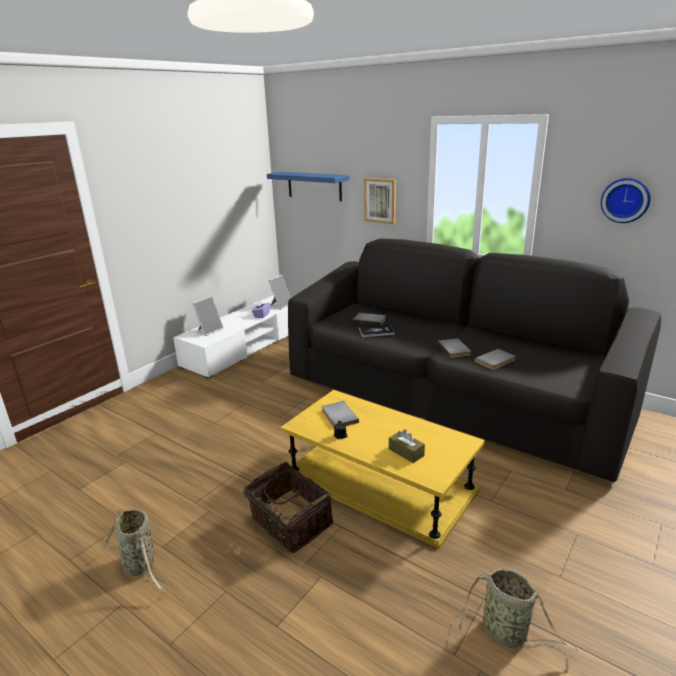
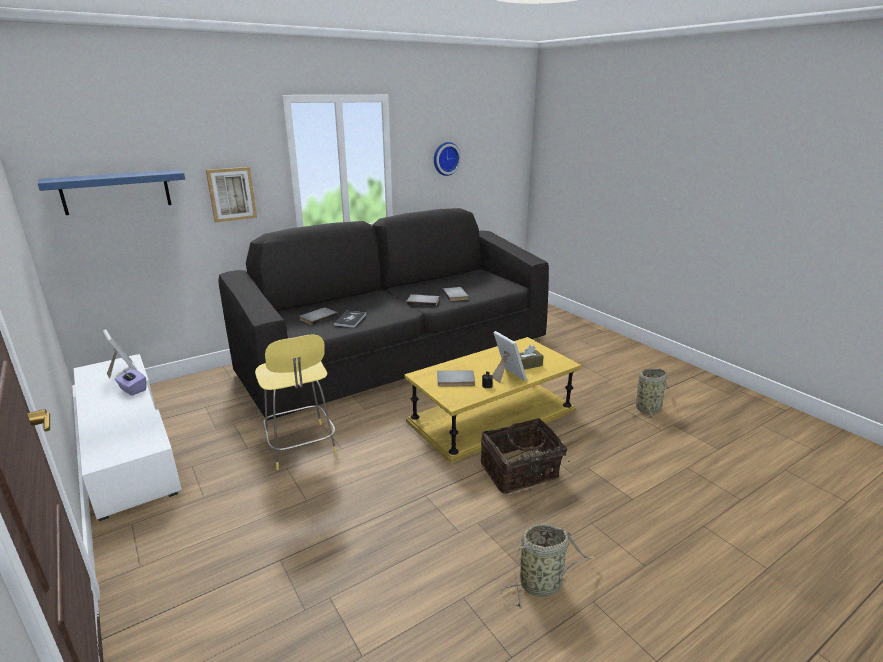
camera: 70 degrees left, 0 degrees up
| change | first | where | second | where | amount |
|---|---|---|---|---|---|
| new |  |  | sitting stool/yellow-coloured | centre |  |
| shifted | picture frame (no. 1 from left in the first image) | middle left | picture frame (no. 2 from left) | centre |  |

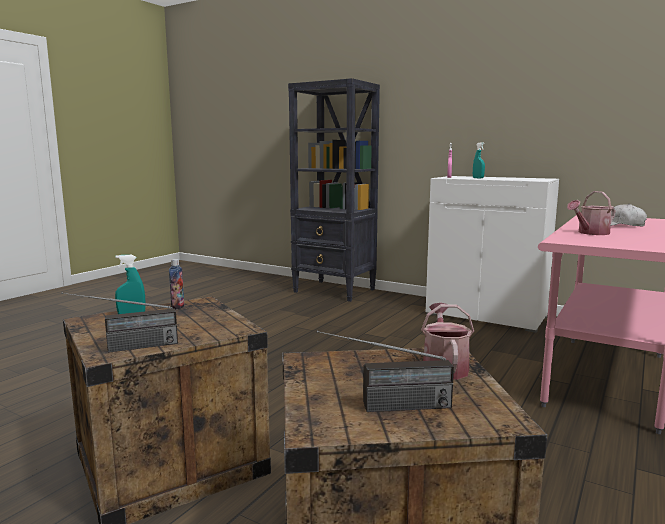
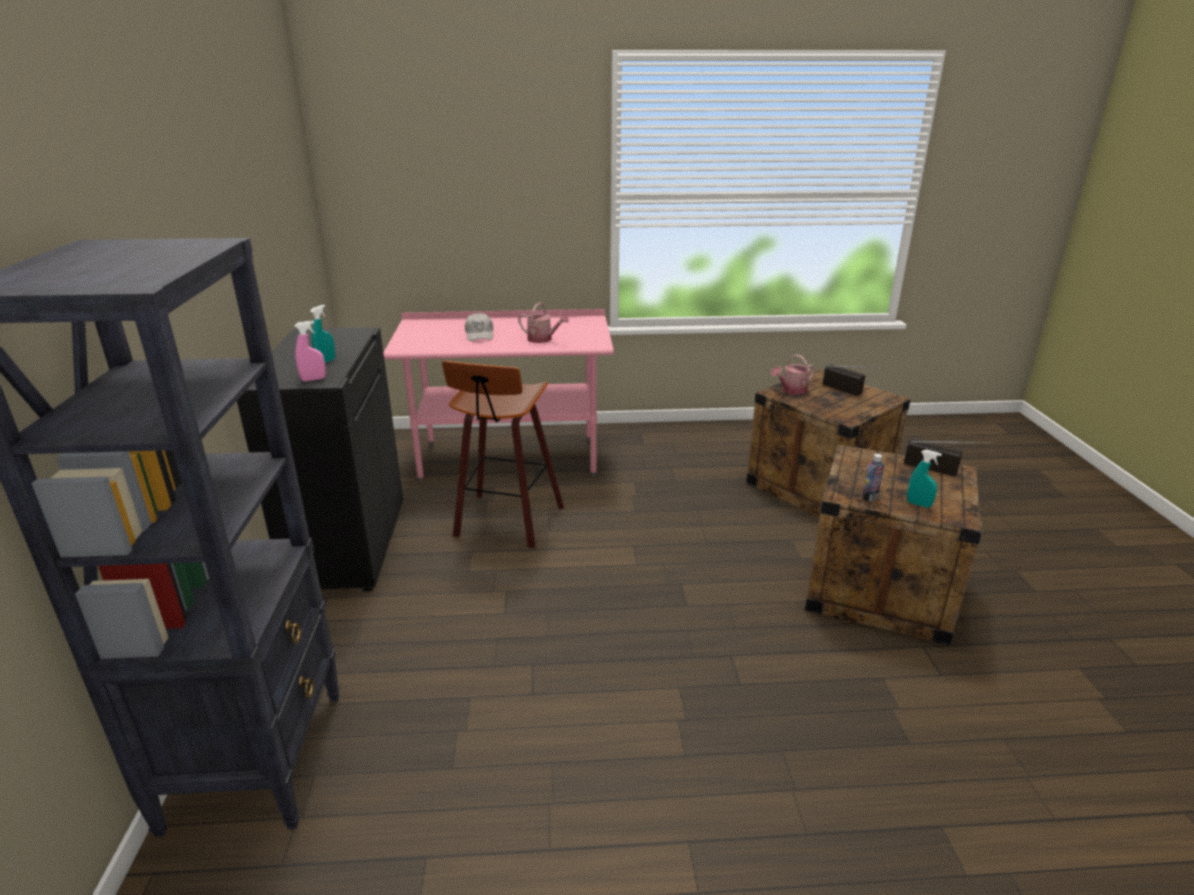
camera: 125 degrees left, 15 degrees up
| change | first | where | second | where | amount |
|---|---|---|---|---|---|
| repainted | cabinet/white-coloured | middle right | cabinet/black | middle left |  |
| new |  |  | sitting stool | centre |  |

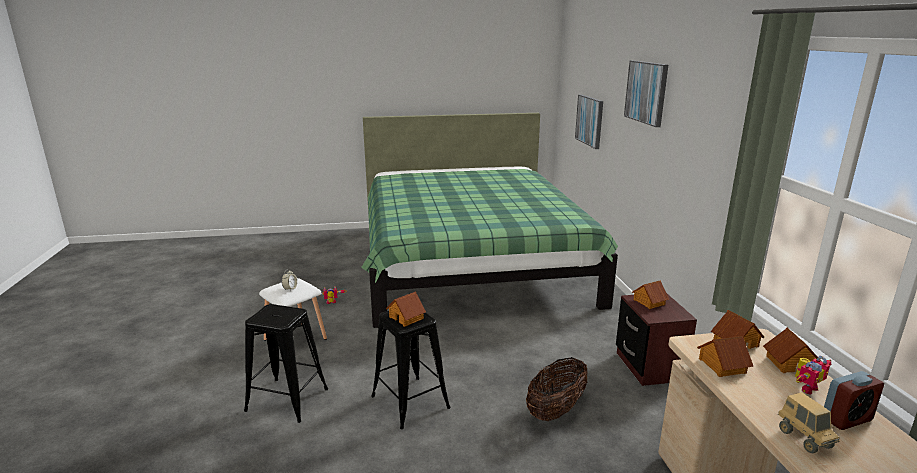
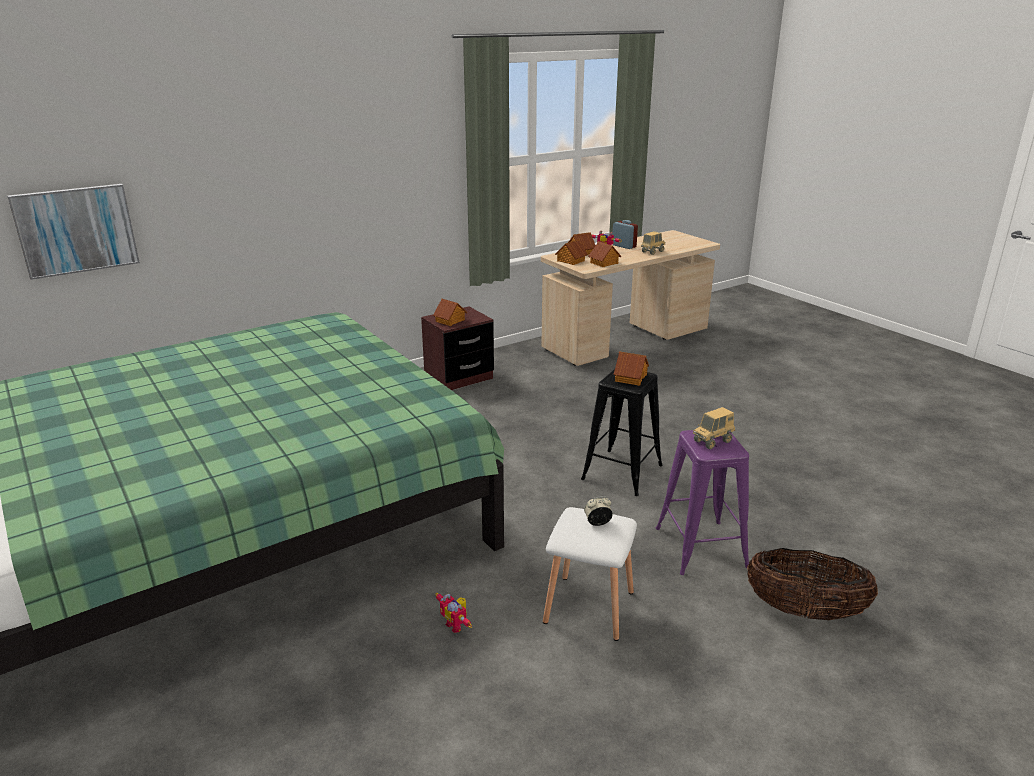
camera: 115 degrees left, 5 degrees up
| change | first | where | second | where | amount |
|---|---|---|---|---|---|
| repainted | sitting stool/black (no. 1 from left) | bottom left | sitting stool/purplish | middle right |  |
| new |  |  | toy truck (no. 2 from left) | middle right |  |
| shifted | storage basket | bottom centre |  | bottom right |  |
| gone | wall art (no. 2 from left) | top right |  |  |  |

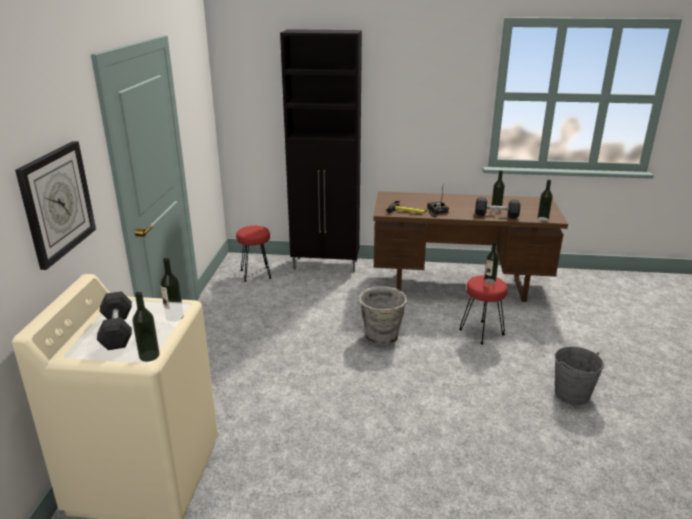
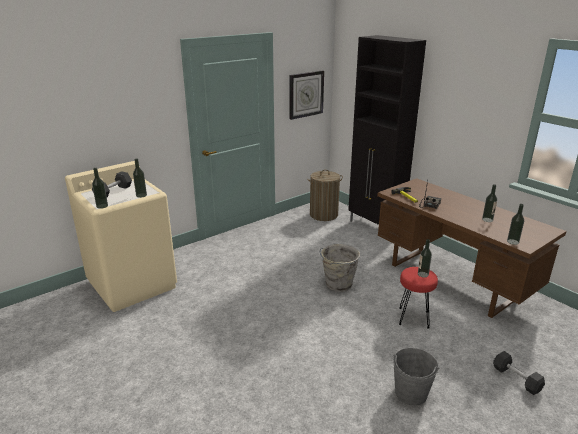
camera: 45 degrees right, 0 degrees up
| change | first | where | second | where | amount |
|---|---|---|---|---|---|
| shifted | wall clock | middle left |  | top centre |  |
| swapped | sitting stool/reddish (no. 1 from left) | centre | laundry basket | centre |  |
| shifted | hand weight/grey (no. 2 from left) | middle right |  | bottom right |  |

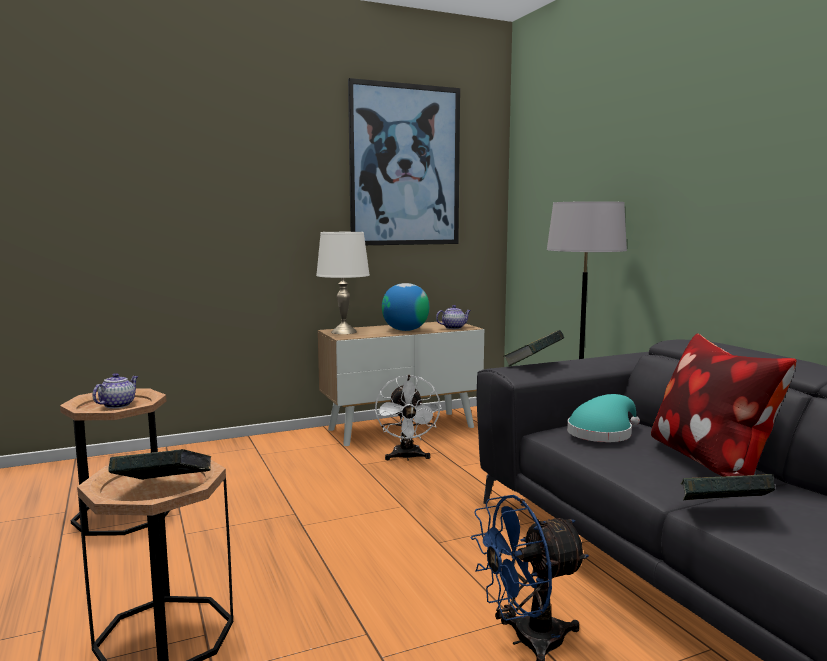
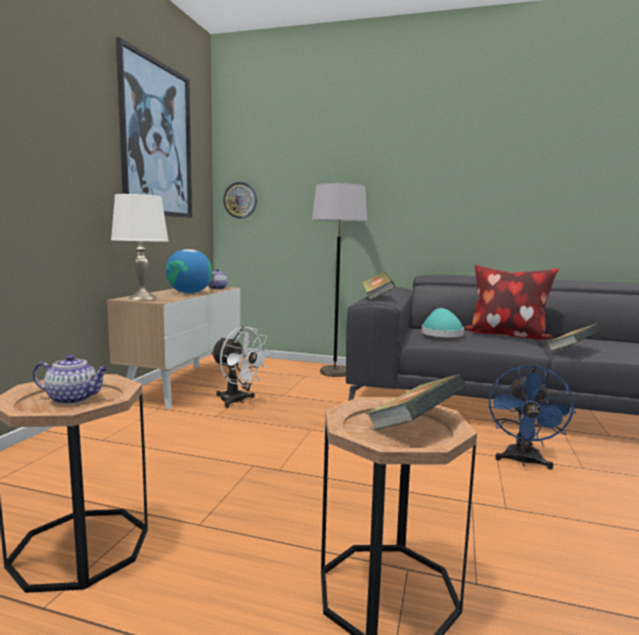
camera: 50 degrees left, 0 degrees up
| change | first | where | second | where | amount |
|---|---|---|---|---|---|
| rotated | tea pot (no. 1 from left) | middle left |  | middle left | 120 degrees clockwise |
| new |  |  | wall clock | top centre |  |

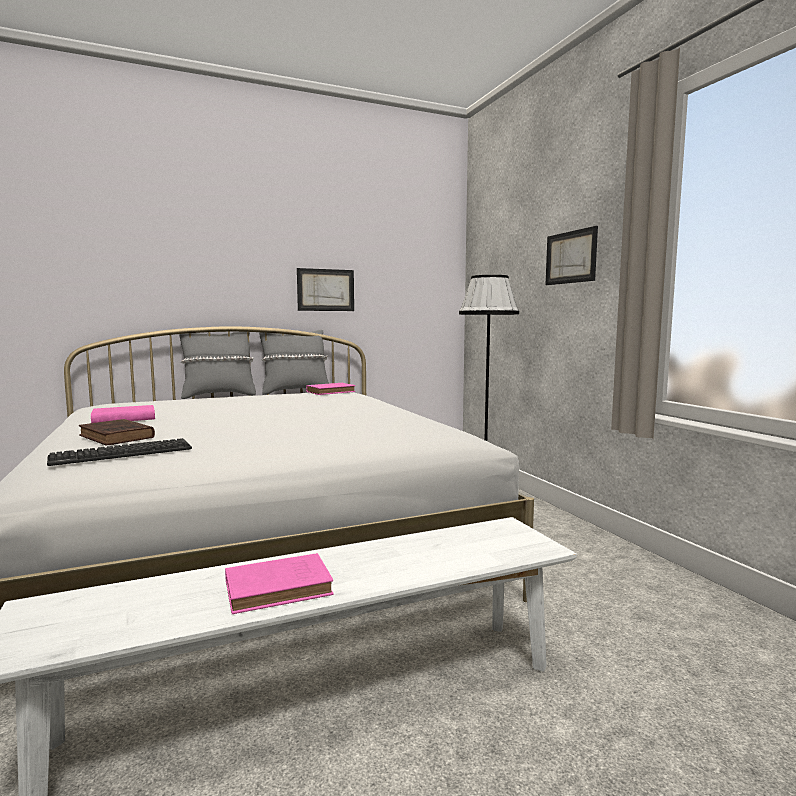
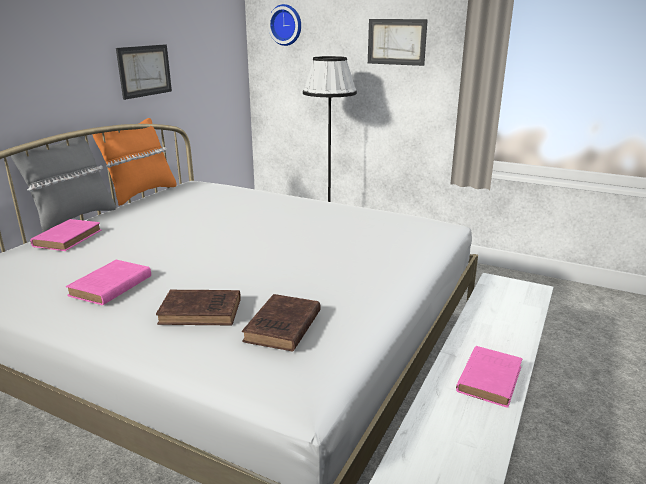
camera: 40 degrees left, 15 degrees up
| change | first | where | second | where | amount |
|---|---|---|---|---|---|
| shifted | book/pinkish (no. 3 from left in the first image) | centre | book/pinkish (no. 1 from left) | middle left |  |
| repainted | pillow/grey (no. 2 from left) | centre | pillow/orange-coloured | middle left |  |
| swapped | computer keyboard | middle left | book/brown (no. 2 from left) | bottom centre |  |
| new |  |  | wall clock | top centre |  |

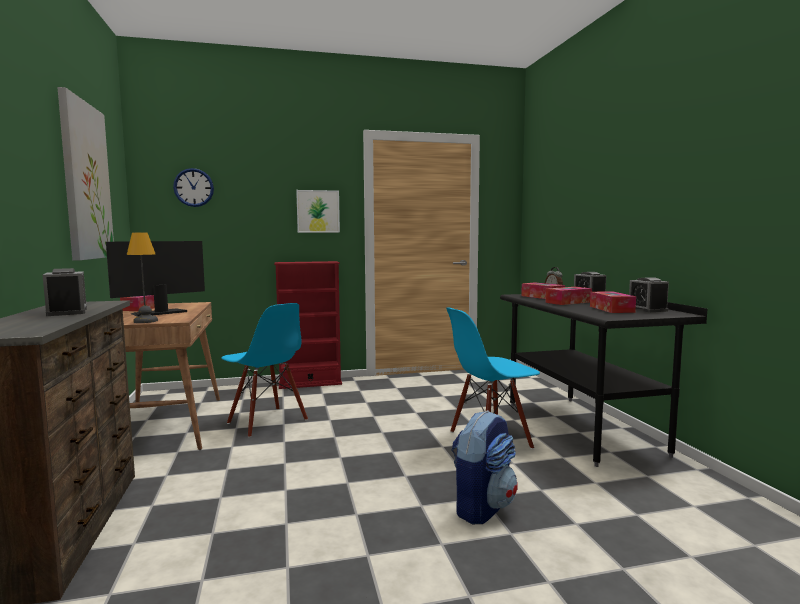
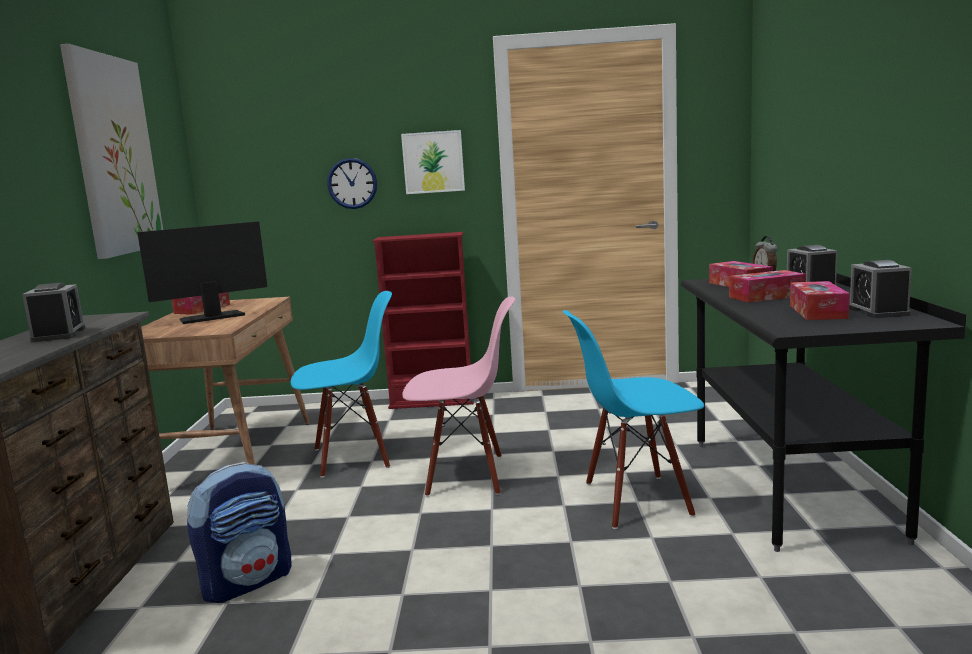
camera: 15 degrees right, 5 degrees up
| change | first | where | second | where | amount |
|---|---|---|---|---|---|
| shifted | rucksack | bottom centre |  | bottom left |  |
| rotated | plain chair/blue (no. 1 from left) | middle left |  | centre | 75 degrees counterclockwise |
| shifted | wall clock | top left |  | top centre |  |
| new |  |  | plain chair/pinkish | centre |  |
| gone | tabletop lamp | middle left |  |  |  |

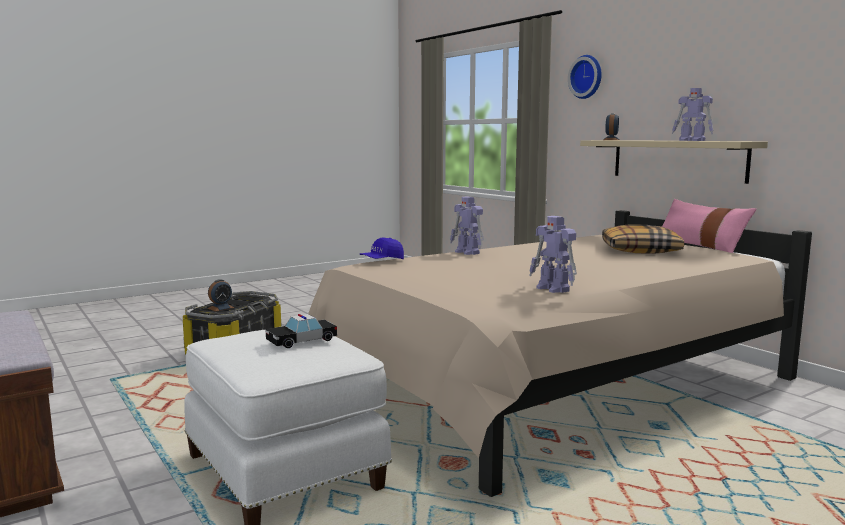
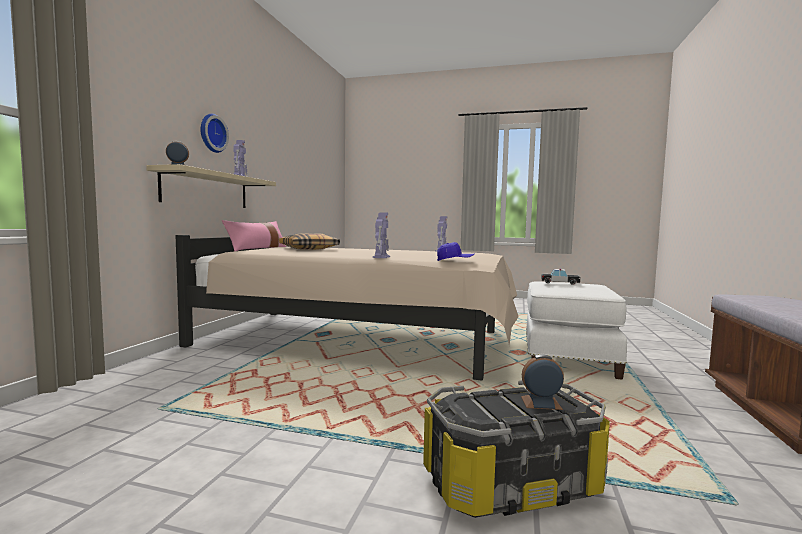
camera: 130 degrees left, 5 degrees down
| change | first | where | second | where | amount |
|---|---|---|---|---|---|
| shifted | wall clock | top right |  | top left |  |

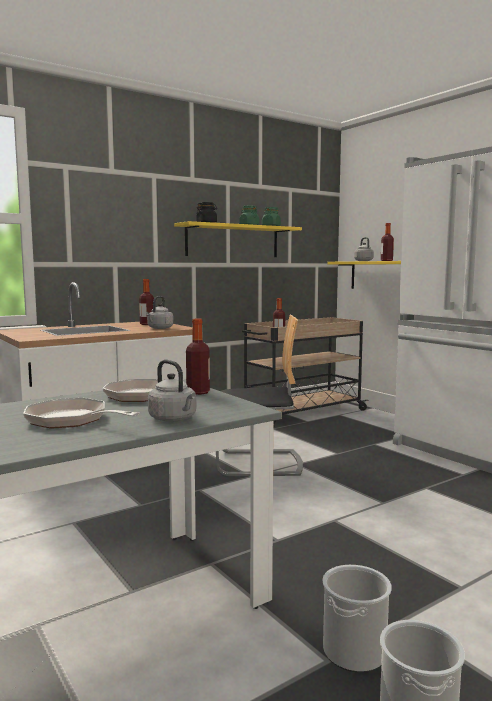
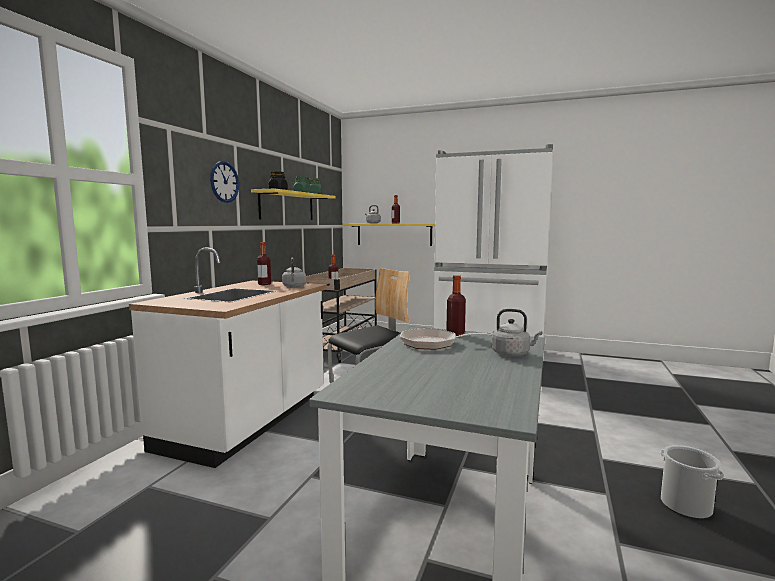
camera: 35 degrees left, 0 degrees up
| change | first | where | second | where | amount |
|---|---|---|---|---|---|
| new |  |  | wall clock | top left |  |
| gone | frying pan (no. 1 from left) | middle left |  |  |  |
| gone | bucket (no. 1 from left) | bottom right |  |  |  |

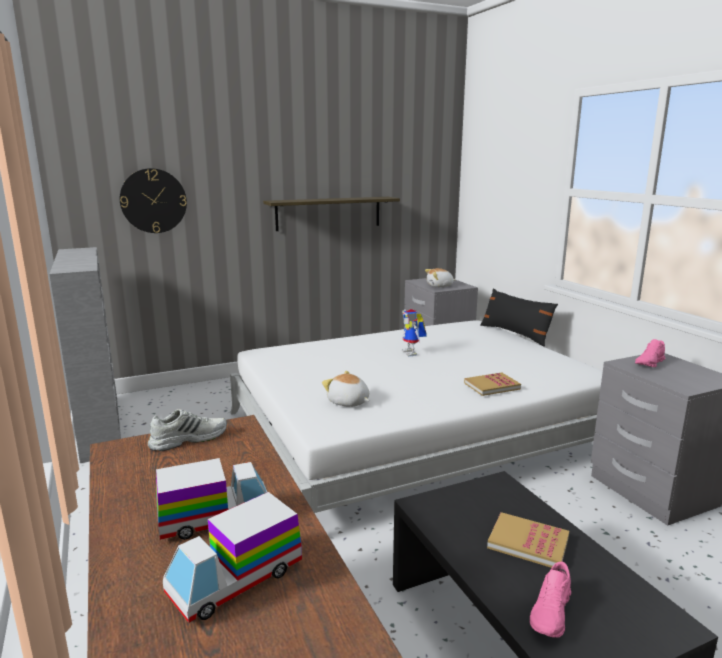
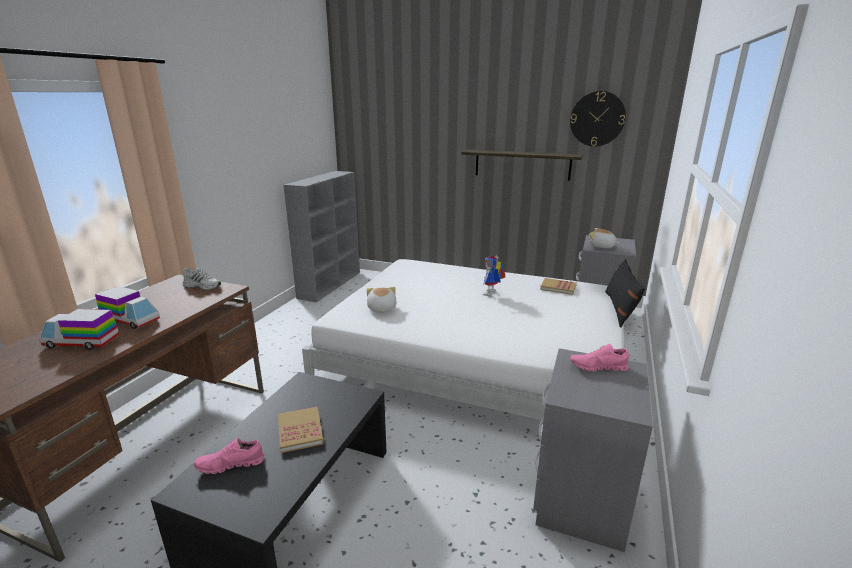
camera: 45 degrees right, 5 degrees up
| change | first | where | second | where | amount |
|---|---|---|---|---|---|
| shifted | book (no. 1 from left in the first image) | middle right | book (no. 2 from left) | centre |  |
| shifted | wall clock | top left |  | top right |  |

